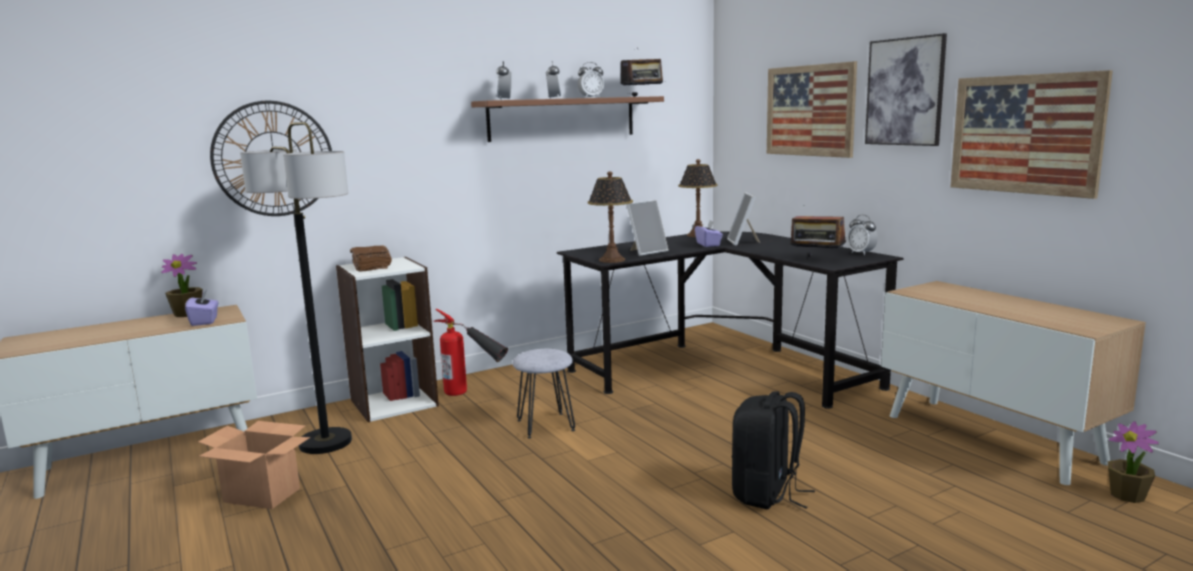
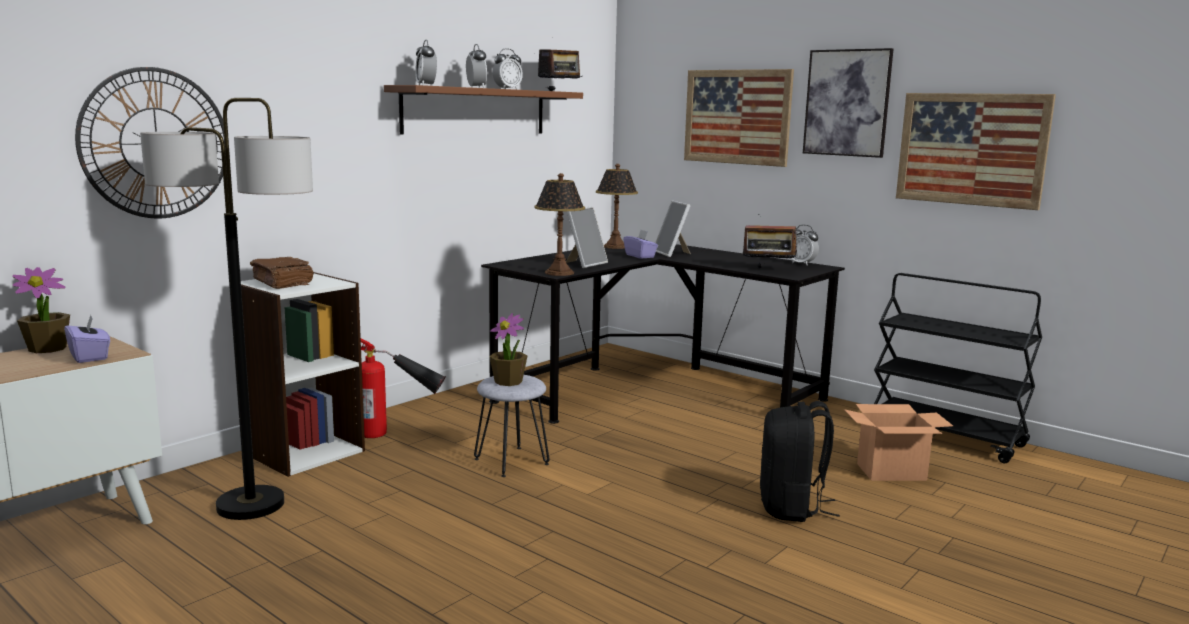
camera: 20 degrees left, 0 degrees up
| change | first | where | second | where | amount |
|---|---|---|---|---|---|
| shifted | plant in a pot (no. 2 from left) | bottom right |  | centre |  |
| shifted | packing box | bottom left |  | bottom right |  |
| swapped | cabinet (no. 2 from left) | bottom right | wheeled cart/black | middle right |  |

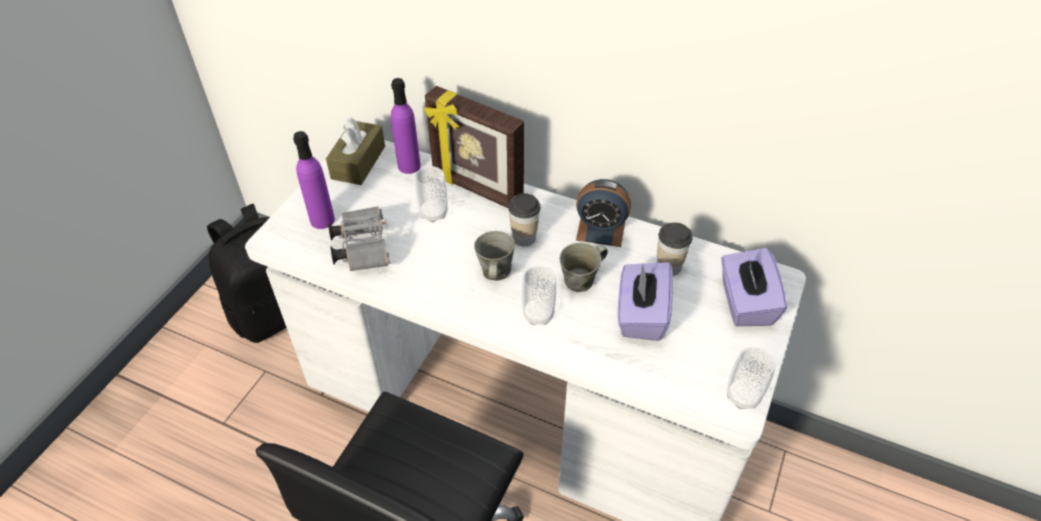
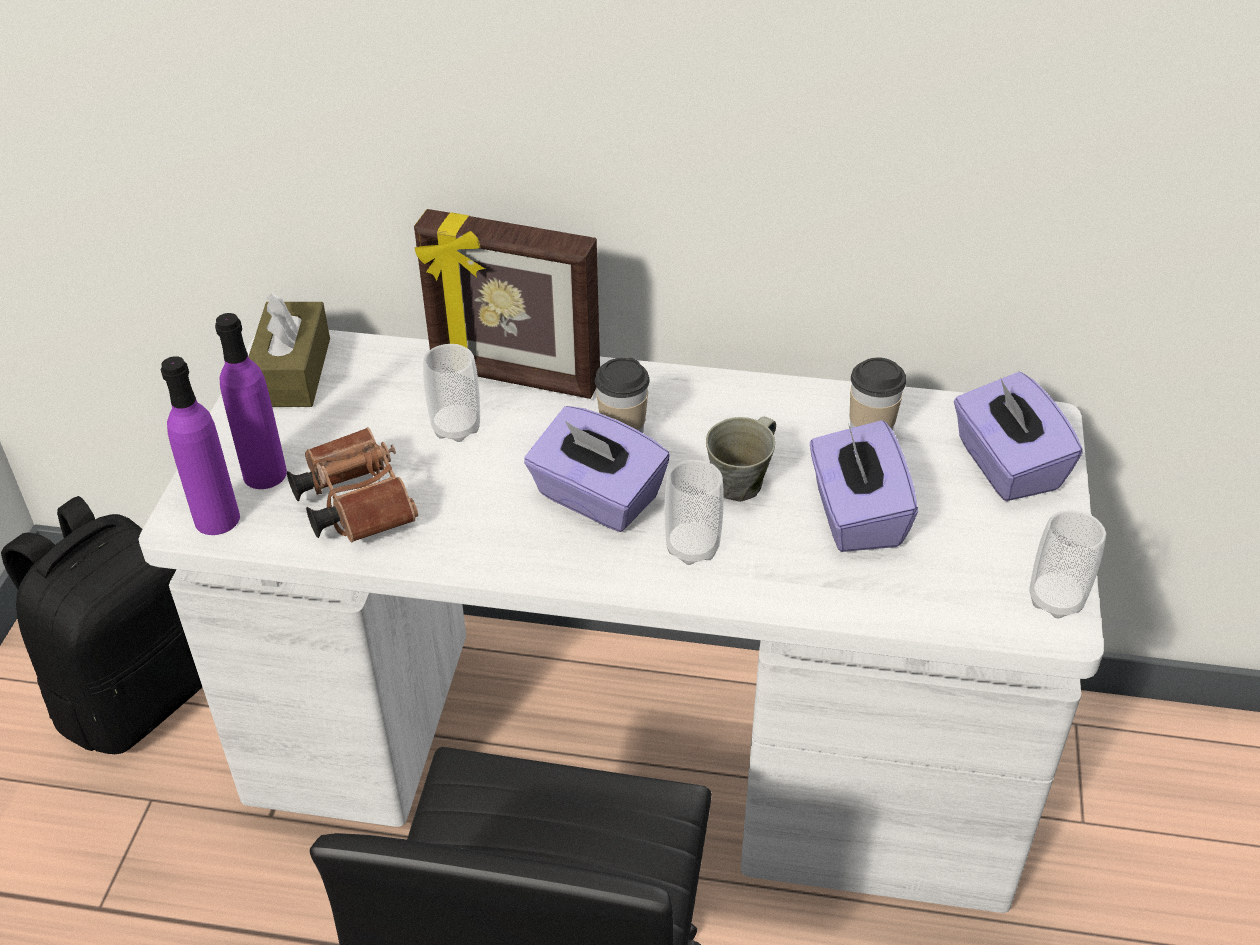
camera: 15 degrees left, 5 degrees down
| change | first | where | second | where | amount |
|---|---|---|---|---|---|
| shifted | bottle/purplish (no. 2 from left in the first image) | top centre | bottle/purplish (no. 1 from left) | middle left |  |
| repainted | field glasses/grey | centre | field glasses/brown | middle left |  |
| swapped | tea mug/grey (no. 1 from left) | centre | tissue box/purplish (no. 1 from left) | centre |  |
| gone | bedside clock | centre |  |  |  |

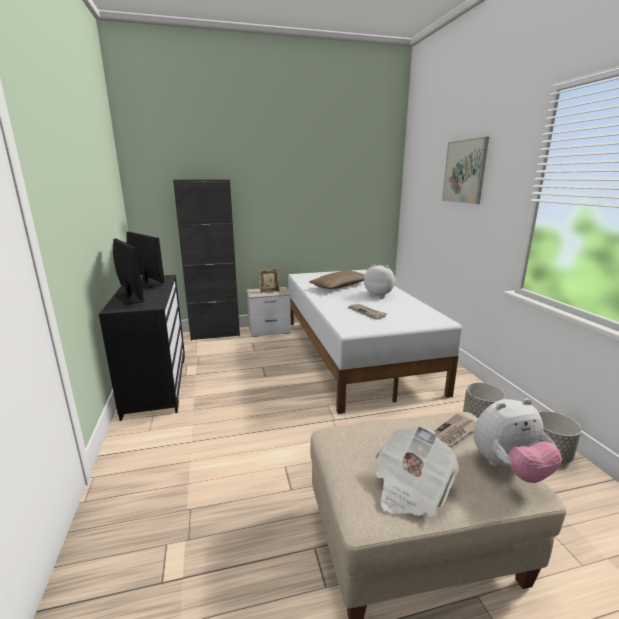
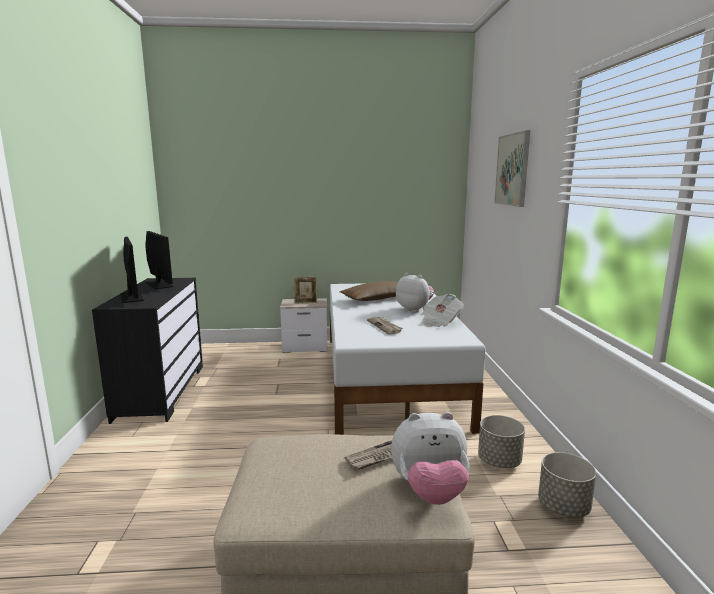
camera: 10 degrees right, 5 degrees down
| change | first | where | second | where | amount |
|---|---|---|---|---|---|
| shifted | daily paper (no. 2 from left in the first image) | bottom right | daily paper (no. 3 from left) | centre |  |
| gone | cabinet/black | middle left |  |  |  |

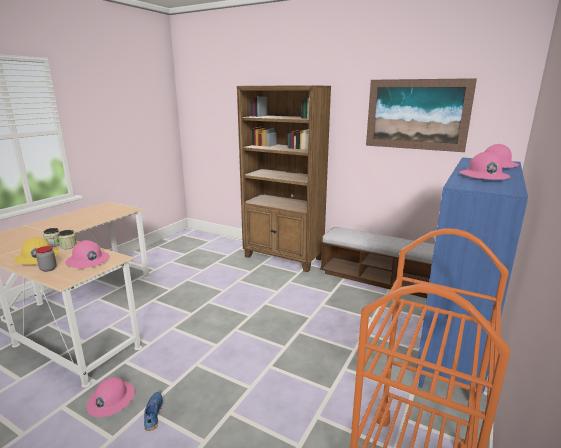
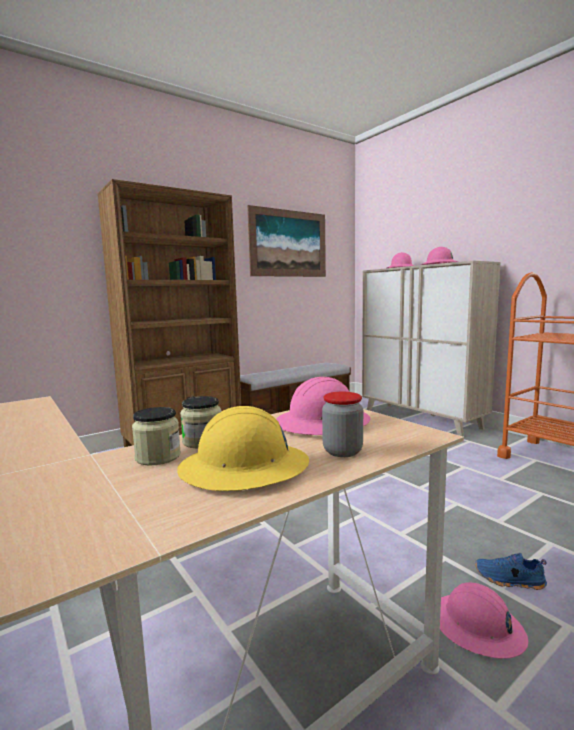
camera: 65 degrees left, 10 degrees down
| change | first | where | second | where | amount |
|---|---|---|---|---|---|
| repainted | cabinet/blue | middle right | cabinet/beige | middle right |  |

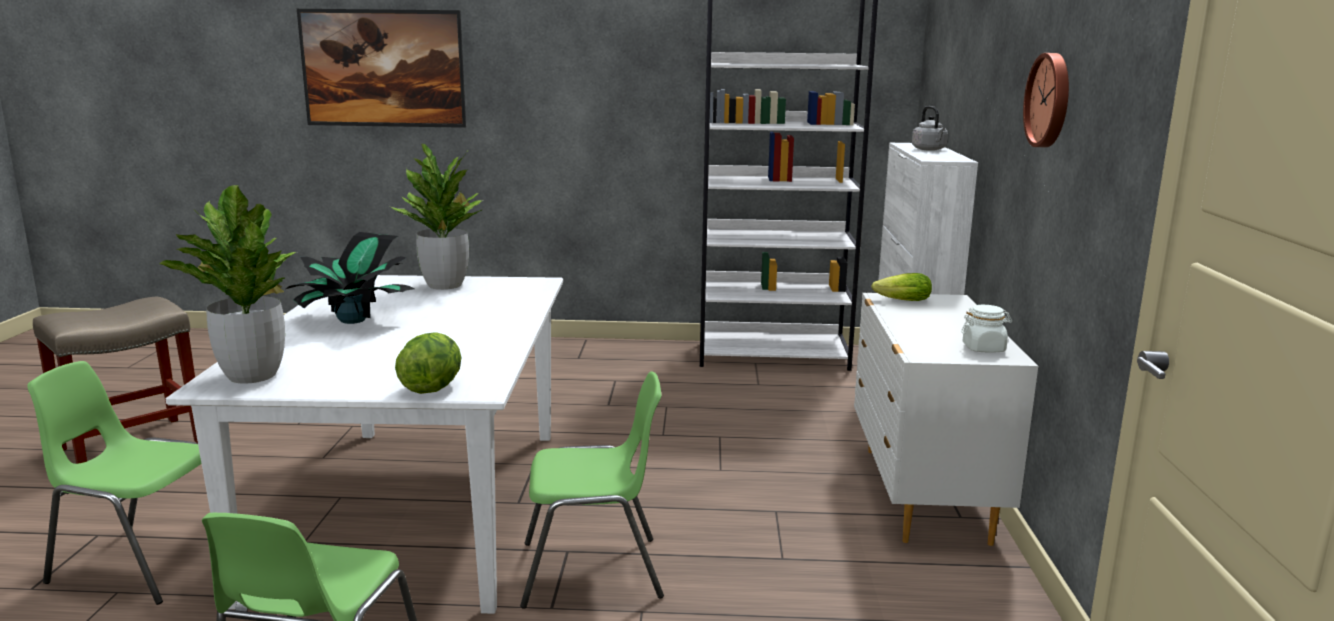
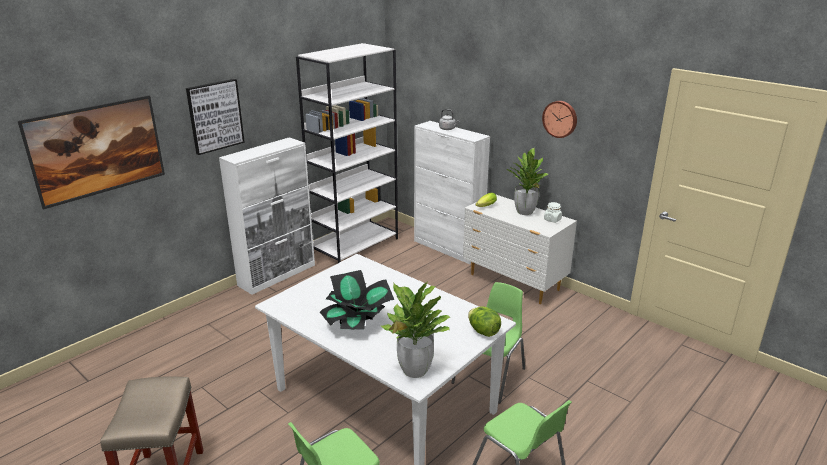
camera: 50 degrees left, 10 degrees up
| change | first | where | second | where | amount |
|---|---|---|---|---|---|
| new |  |  | wall art (no. 2 from left) | top left |  |
| new |  |  | cabinet/white-coloured (no. 1 from left) | middle left |  |
| shifted | plant in a pot (no. 3 from left) | middle left |  | centre |  |

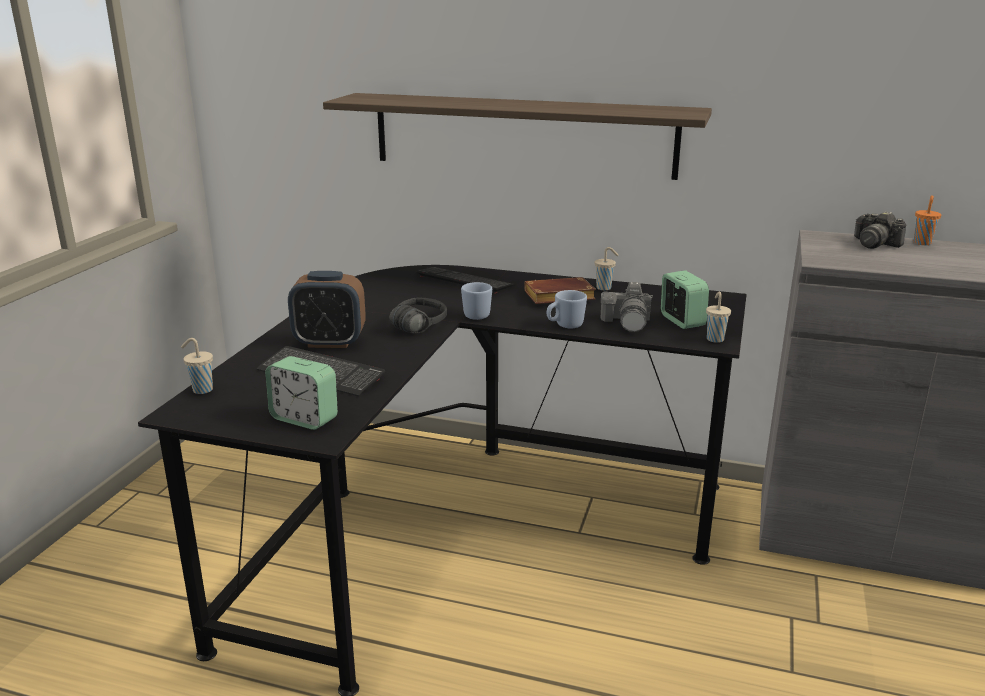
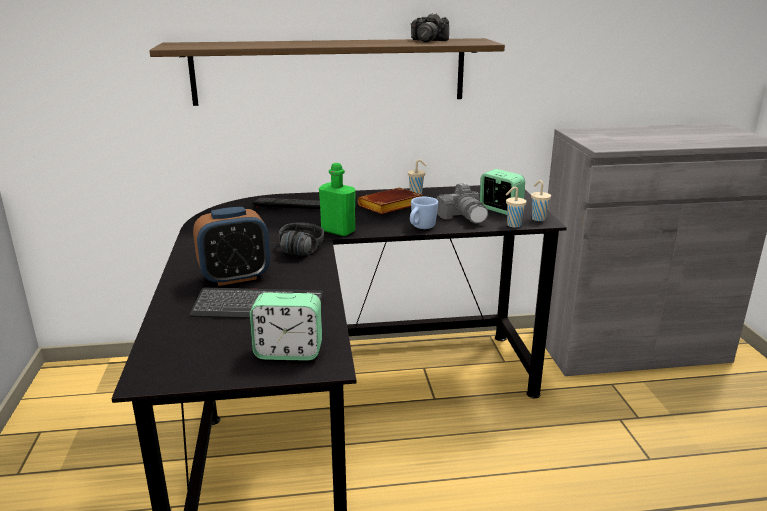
camera: 25 degrees left, 0 degrees up
| change | first | where | second | where | amount |
|---|---|---|---|---|---|
| swapped | tea mug/blue (no. 1 from left) | centre | bottle/greenish | centre |  |
| shifted | photo camera (no. 2 from left in the first image) | top right | photo camera (no. 1 from left) | top centre |  |
| shifted | drinking cup/beige (no. 1 from left in the first image) | middle left | drinking cup/beige (no. 2 from left) | middle right |  |
| gone | drinking cup/orange-coloured | top right |  |  |  |

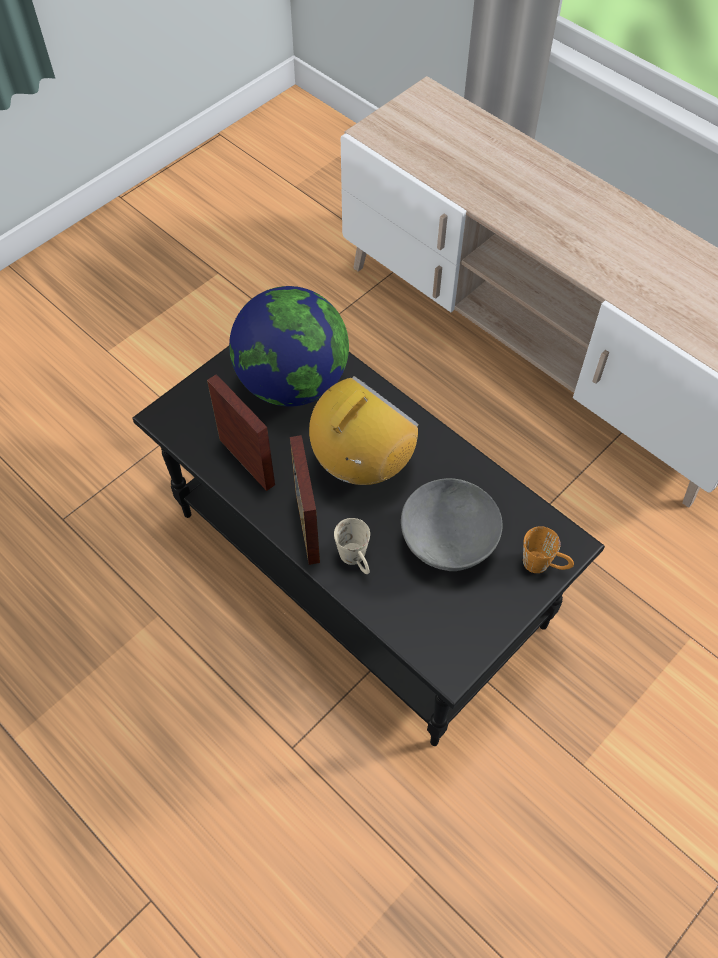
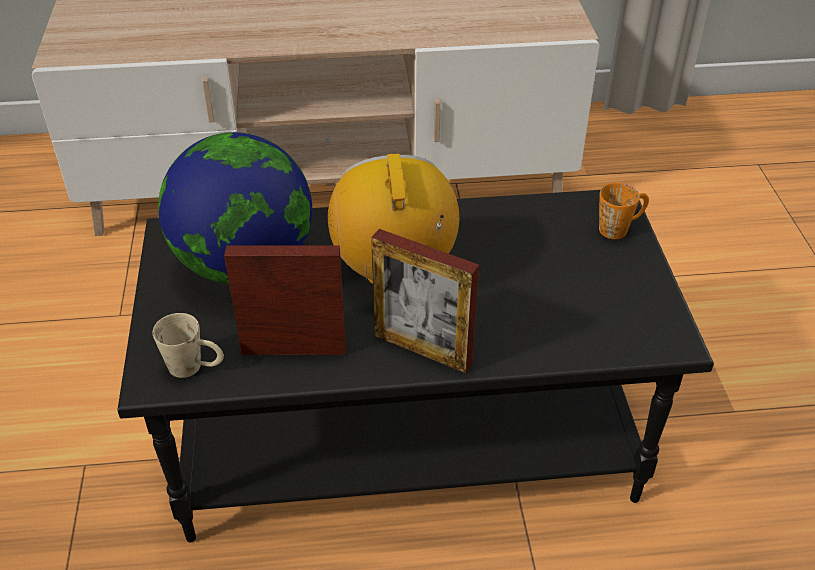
camera: 50 degrees left, 15 degrees down
| change | first | where | second | where | amount |
|---|---|---|---|---|---|
| shifted | tea mug/beige | centre |  | middle left |  |
| gone | bowl/grey | centre |  |  |  |

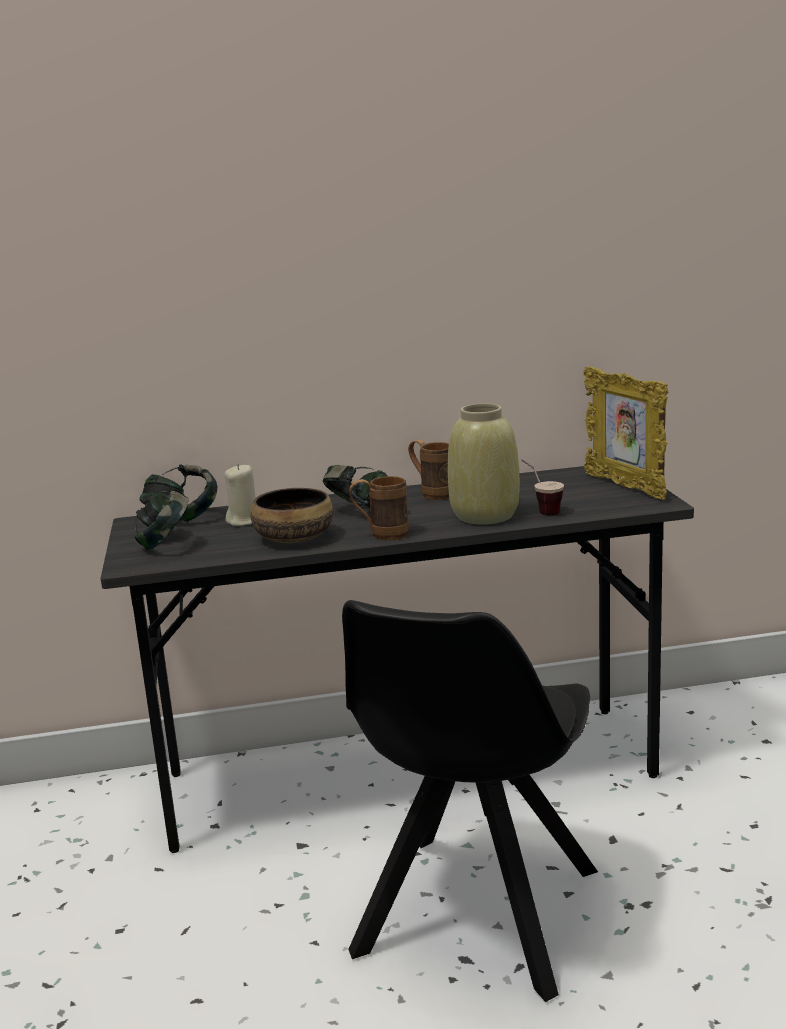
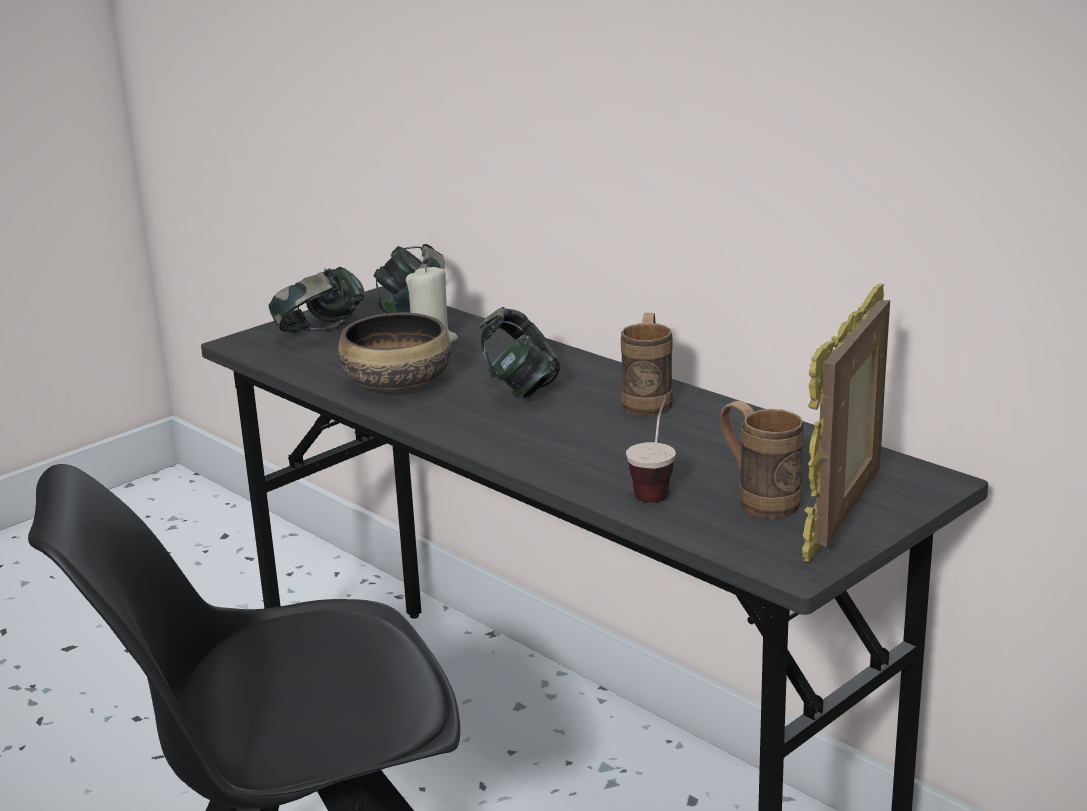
camera: 55 degrees right, 5 degrees up
| change | first | where | second | where | amount |
|---|---|---|---|---|---|
| shifted | tea mug/brown (no. 1 from left in the first image) | centre | tea mug/brown (no. 2 from left) | middle right |  |
| gone | decorative vase/beige | centre |  |  |  |

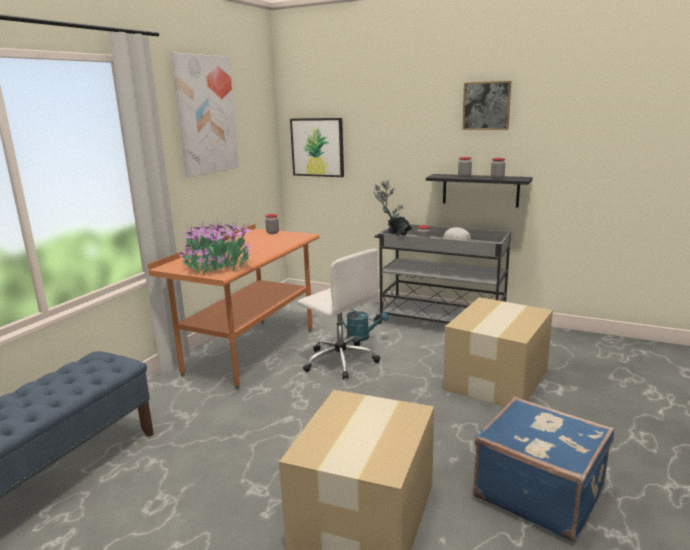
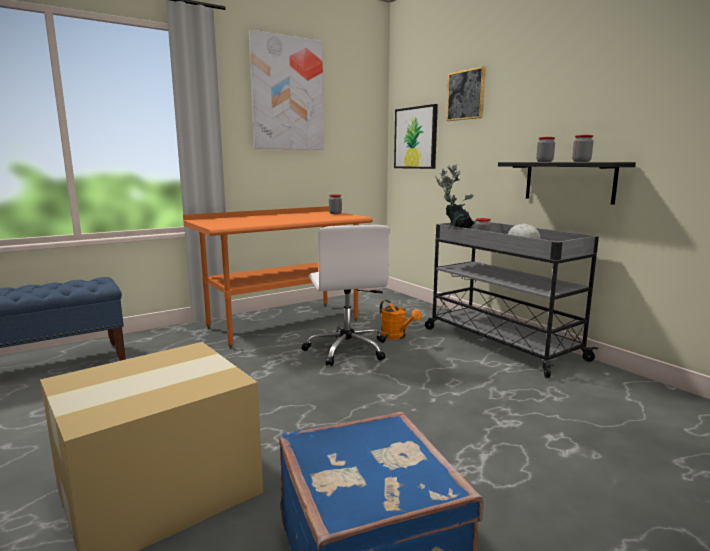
camera: 30 degrees right, 5 degrees down
| change | first | where | second | where | amount |
|---|---|---|---|---|---|
| repainted | watering can/turquoise | centre | watering can/orange-coloured | centre |  |
| shifted | wall art (no. 3 from left) | top right |  | top centre |  |
| gone | plant in a pot (no. 1 from left) | middle left |  |  |  |
| gone | packing box (no. 2 from left) | middle right |  |  |  |

